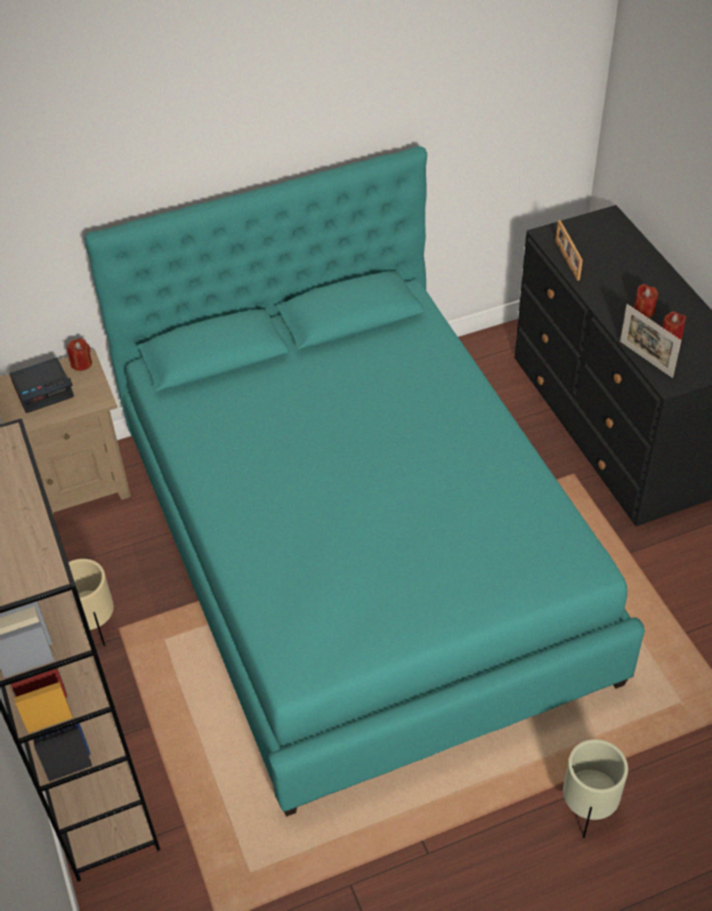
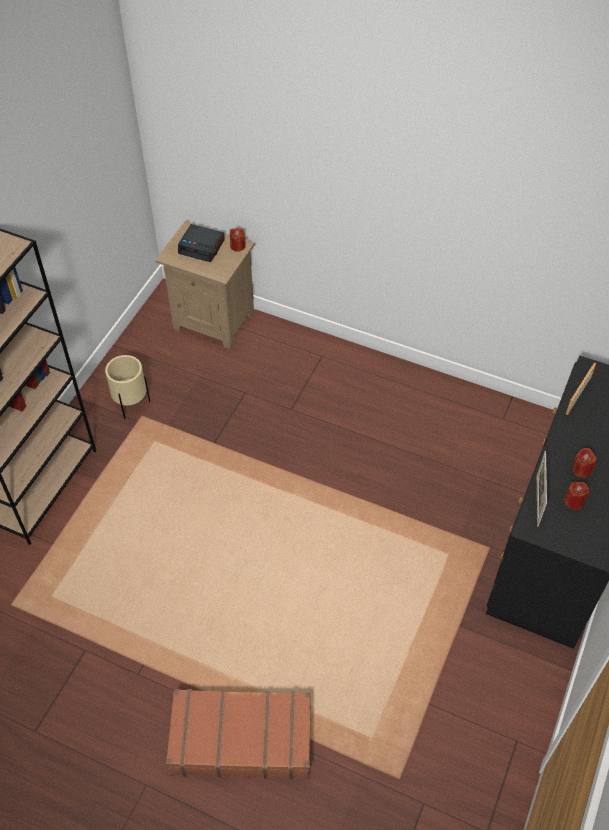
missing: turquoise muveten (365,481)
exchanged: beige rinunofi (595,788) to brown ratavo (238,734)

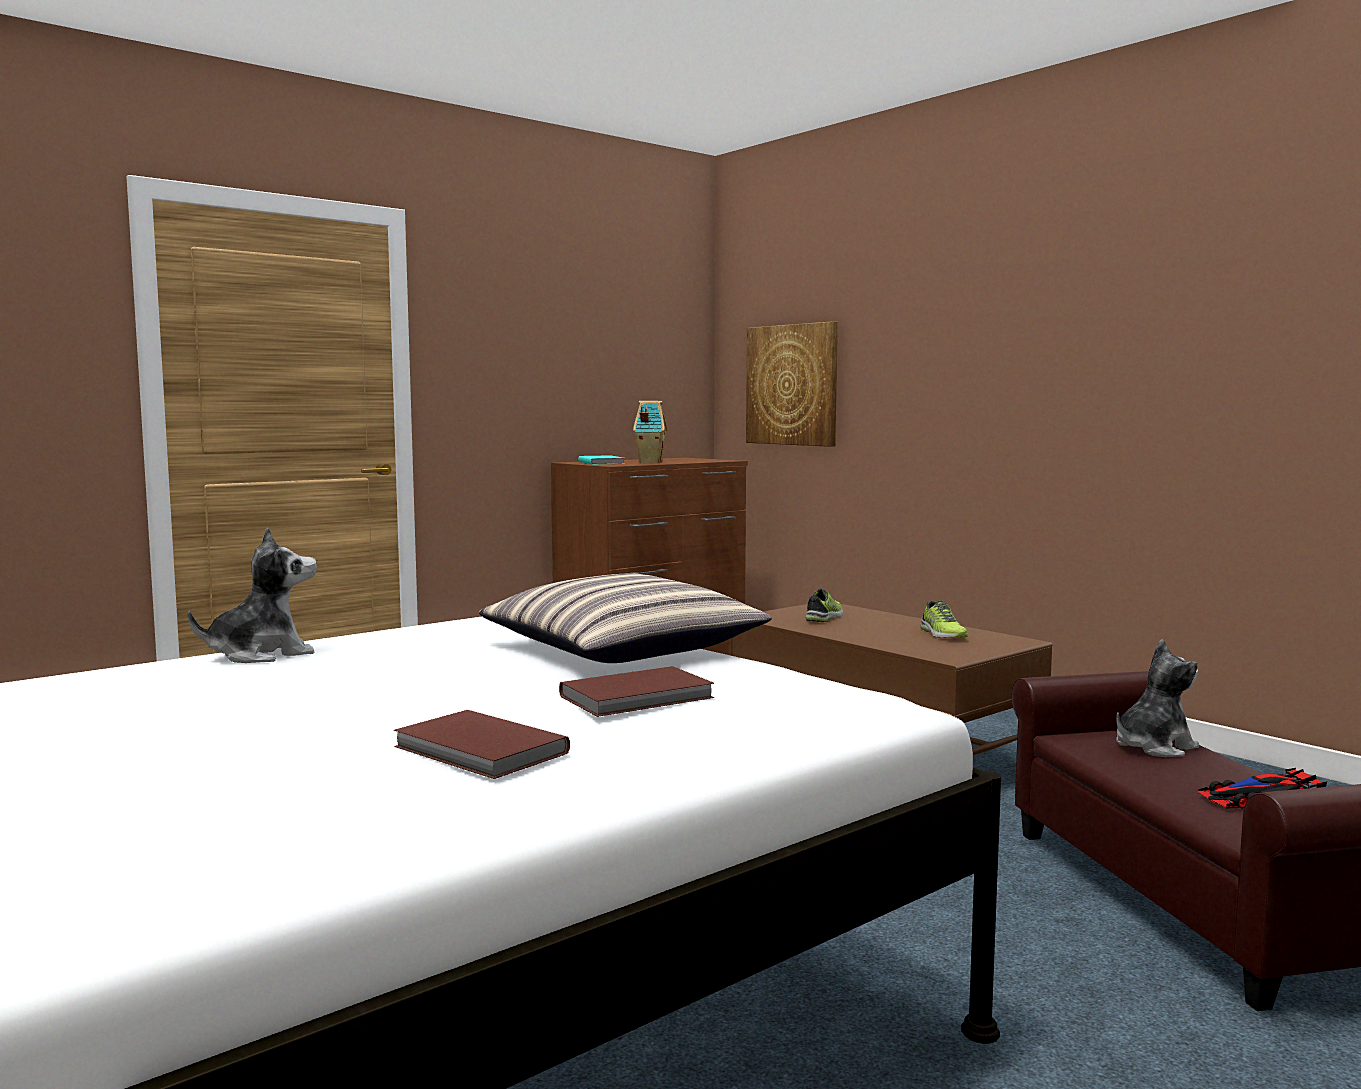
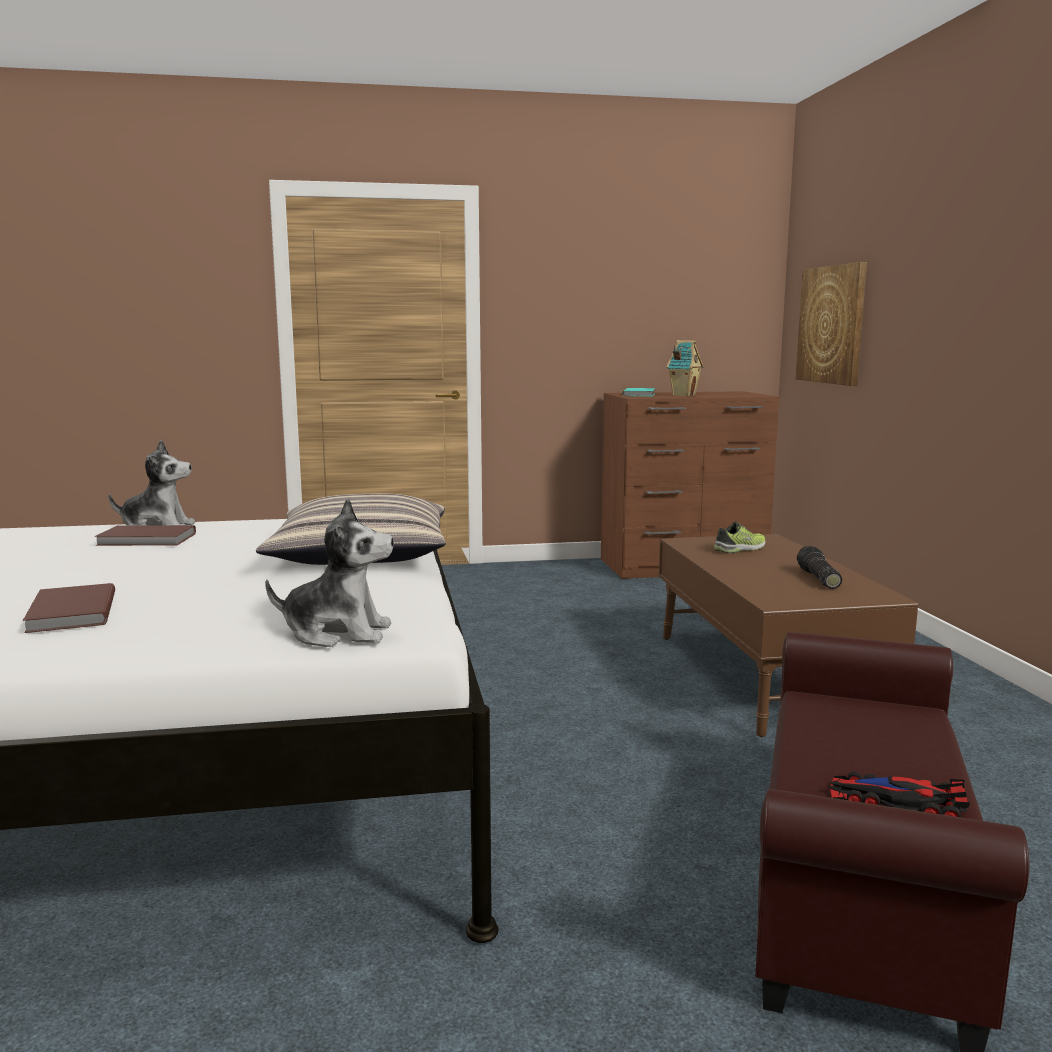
relocated: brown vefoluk (636,691) to (145,535); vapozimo (1157,698) to (329,572)
exchanged: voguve (944,619) to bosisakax (819,567)

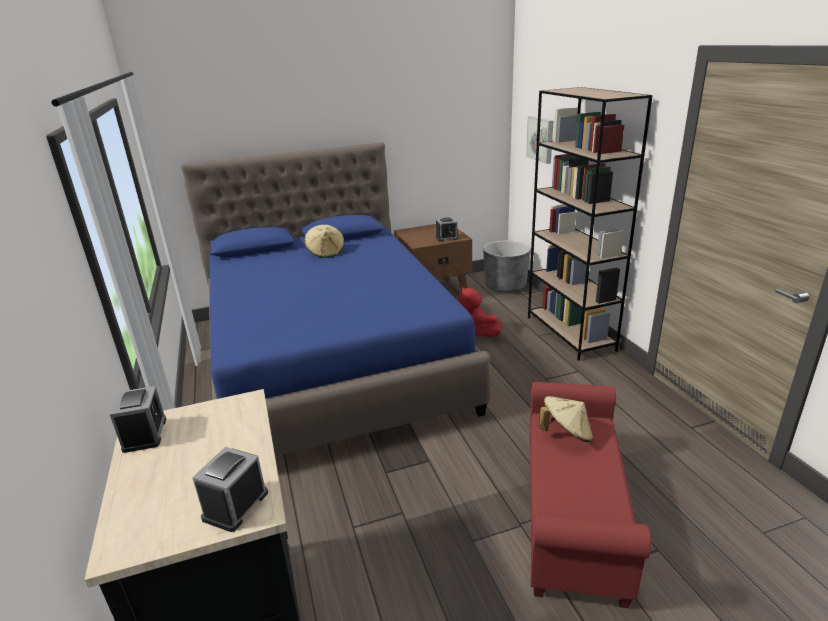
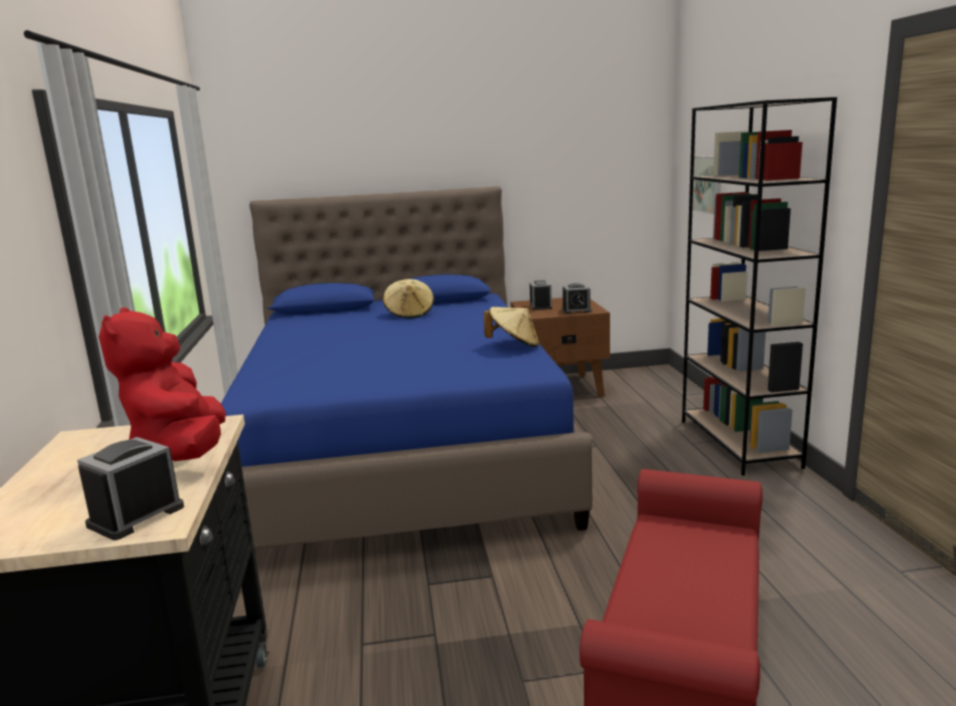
missing: grey rinunofi (506,266)
relocated: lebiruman (138,419) to (541,295); red vapozimo (480,311) to (162,384); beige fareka (566,419) to (511,327)

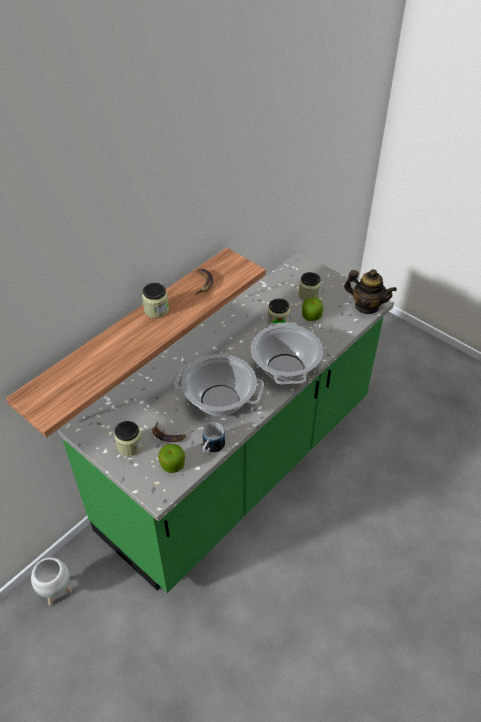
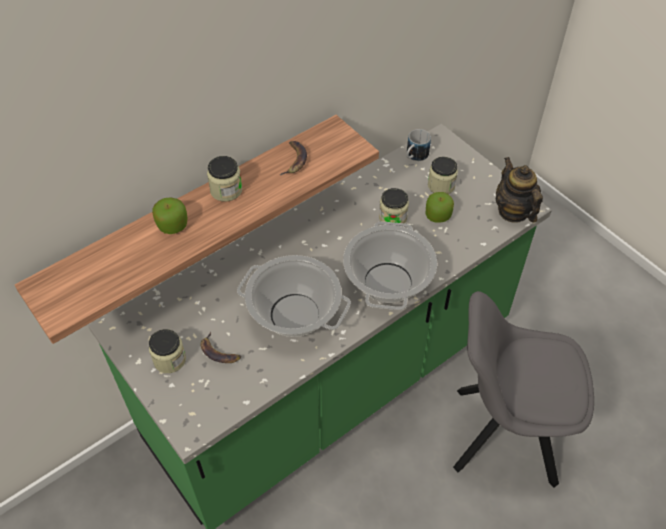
missing: white rinunofi (51,581)
appeared: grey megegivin (523,389)
relocated: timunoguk (171,458) to (169,216); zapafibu (214,437) to (418,145)
spun: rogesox (370,291) = (519,190) 150 degrees counterclockwise

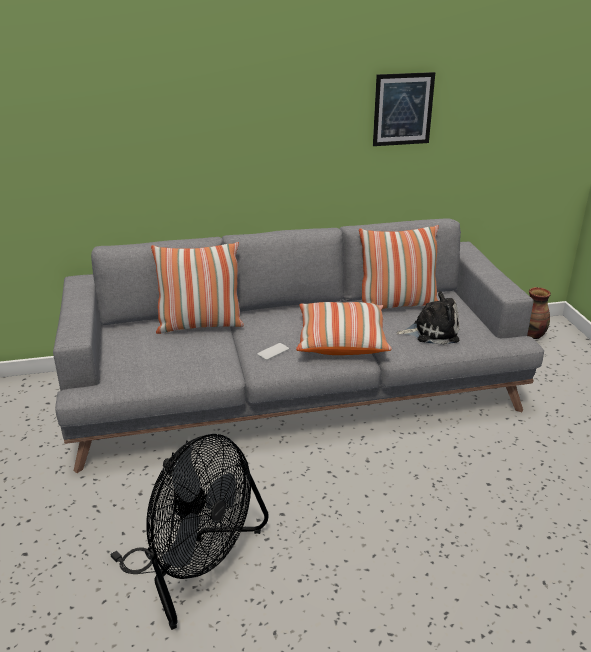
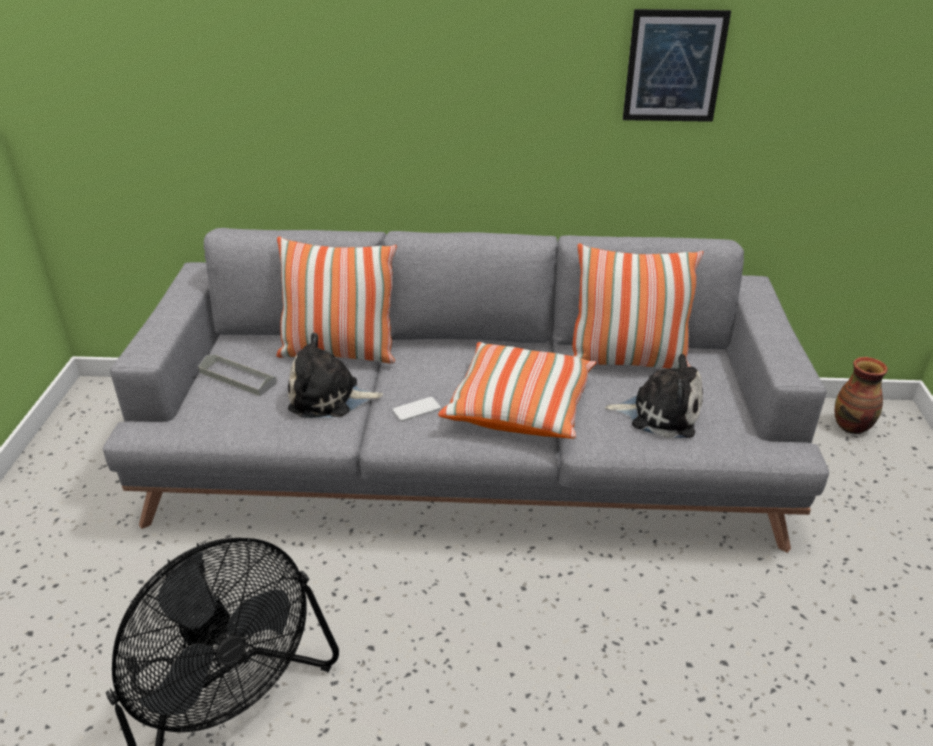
appeared: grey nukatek (237,375); vapozimo (335,375)

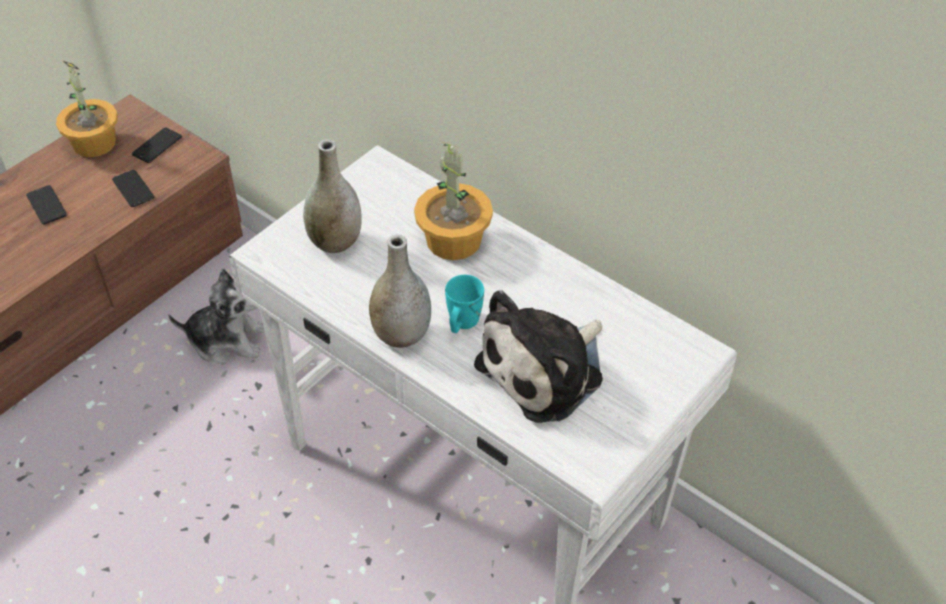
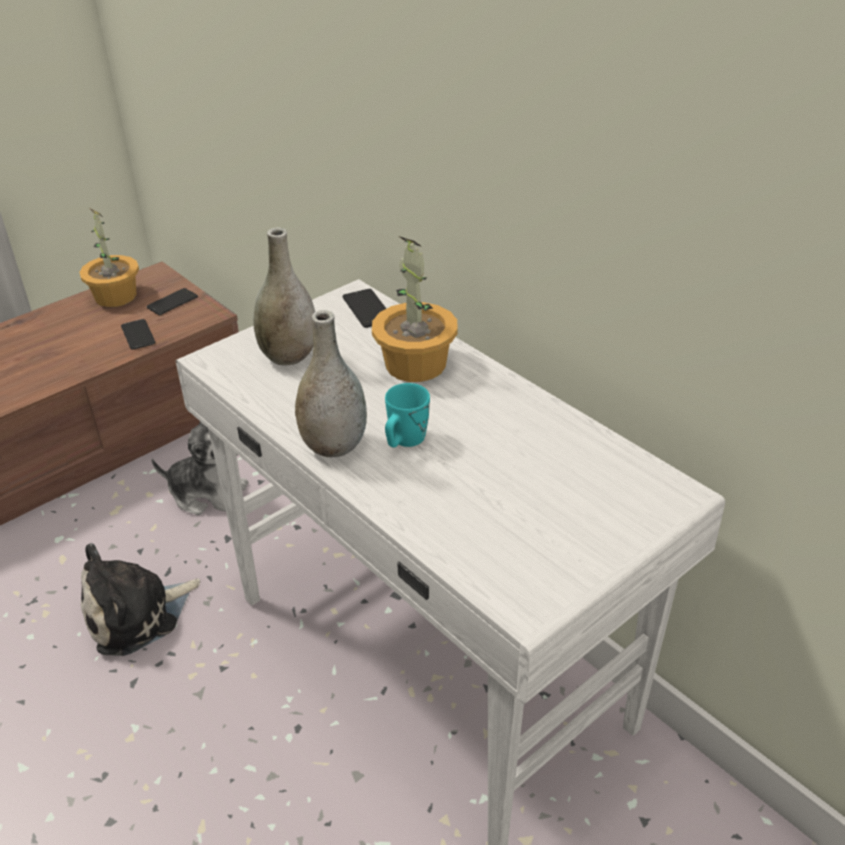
relocated: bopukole (46,205) to (364,308); vapozimo (538,356) to (140,599)

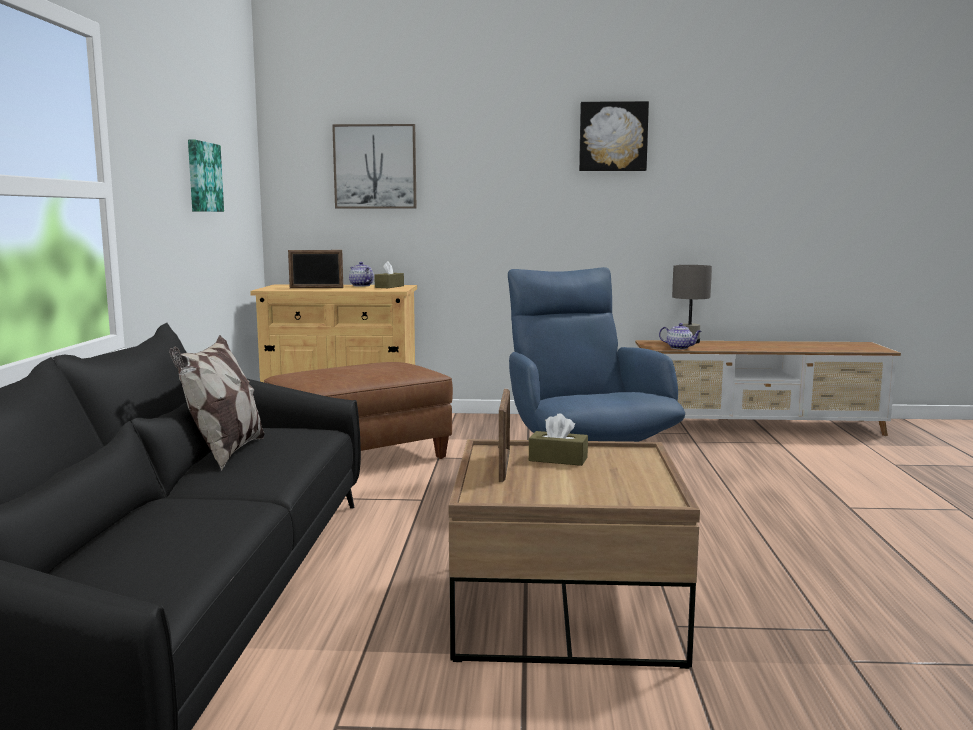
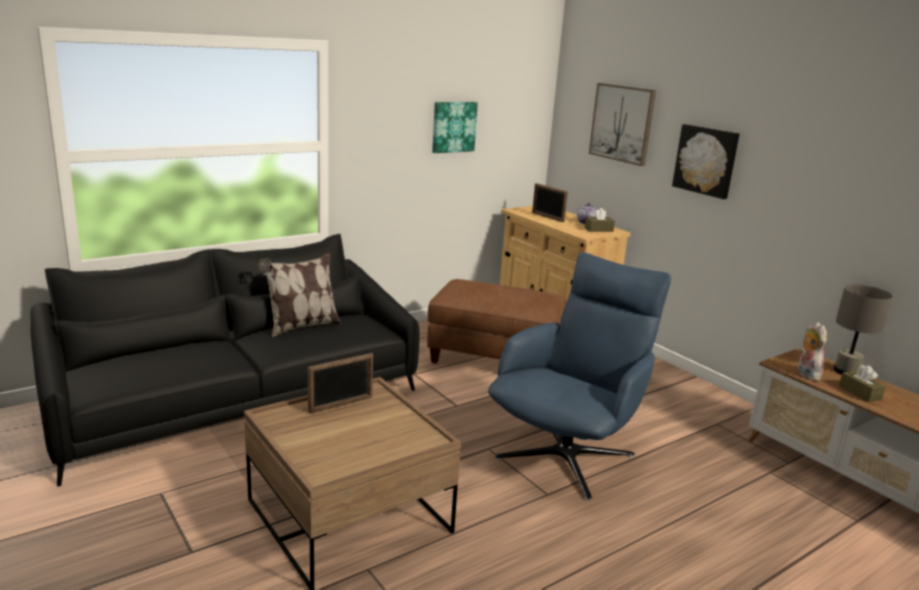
relocated: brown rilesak (558,439) to (862,383); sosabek (614,136) to (706,161)
exchanged: rogesox (680,336) to vapozimo (812,351)

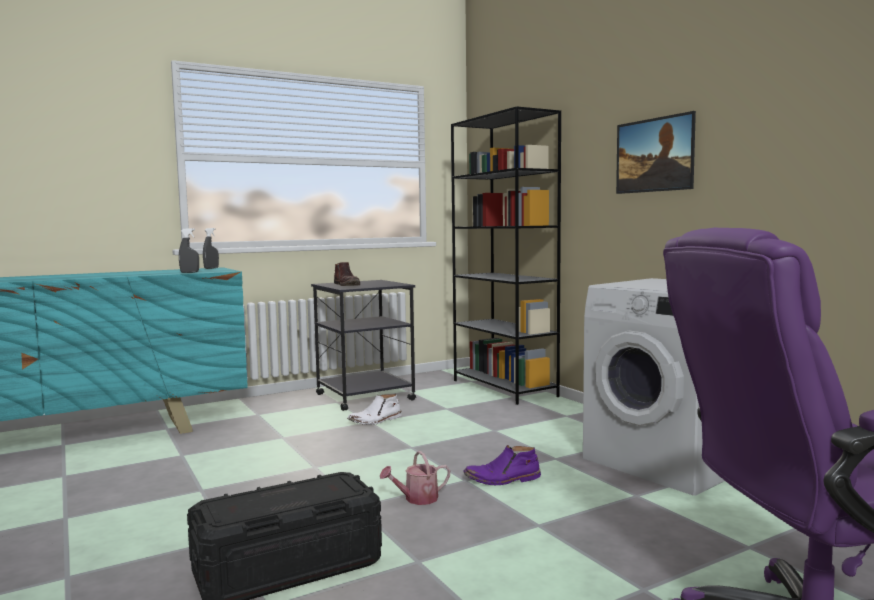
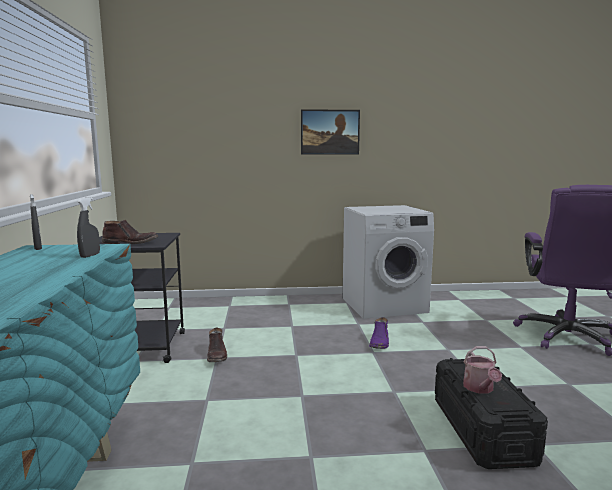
missing: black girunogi (506,255)
relocated: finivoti (415,478) to (482,370)
colour: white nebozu (374,409) to brown nebozu (217,345)

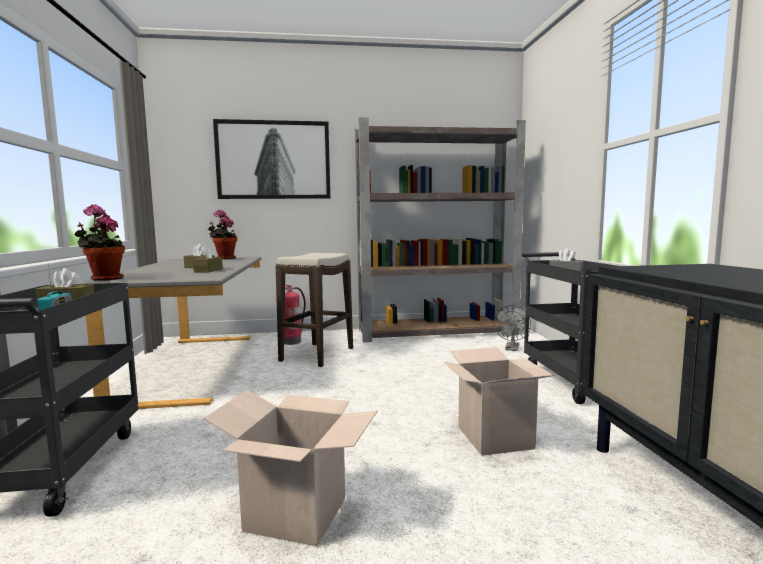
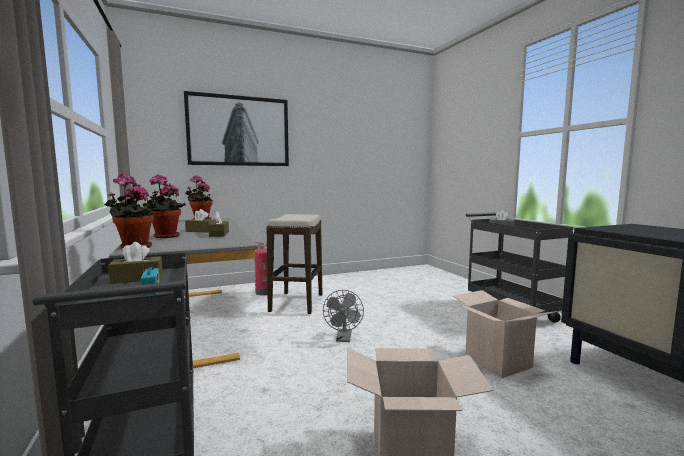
missing: brown girunogi (440,230)
appeared: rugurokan (164,206)
relocated: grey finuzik (512,328) to (343,316)

